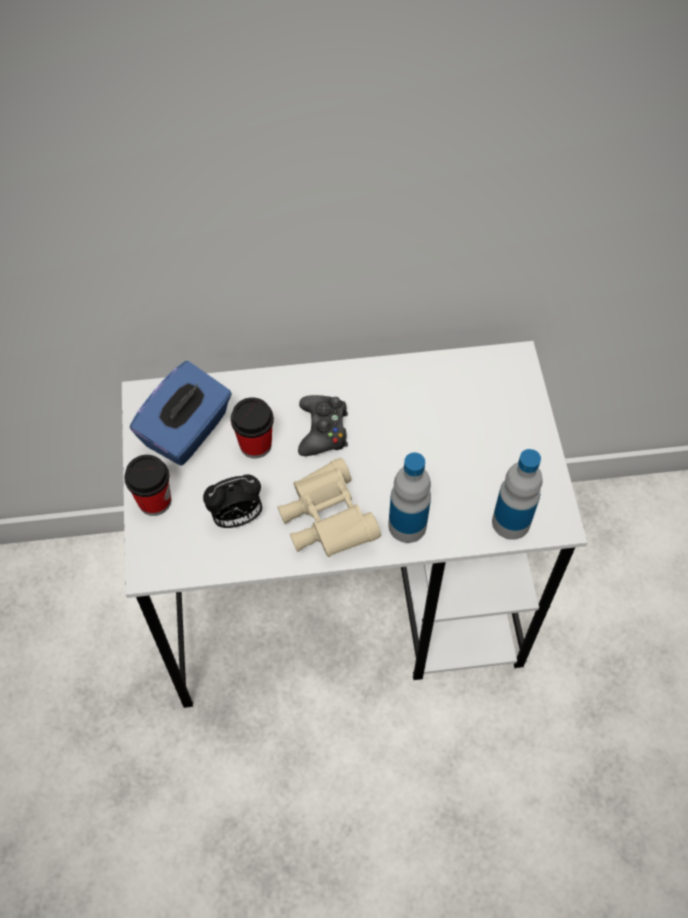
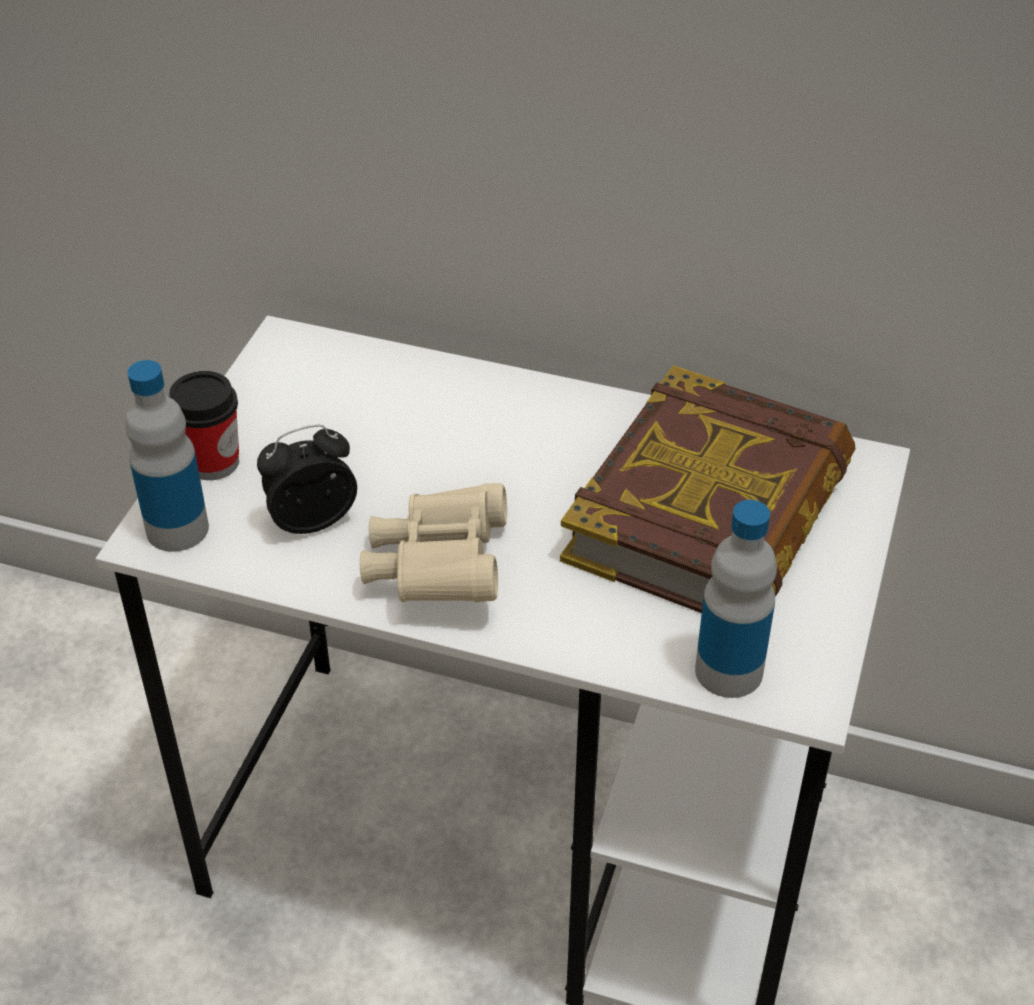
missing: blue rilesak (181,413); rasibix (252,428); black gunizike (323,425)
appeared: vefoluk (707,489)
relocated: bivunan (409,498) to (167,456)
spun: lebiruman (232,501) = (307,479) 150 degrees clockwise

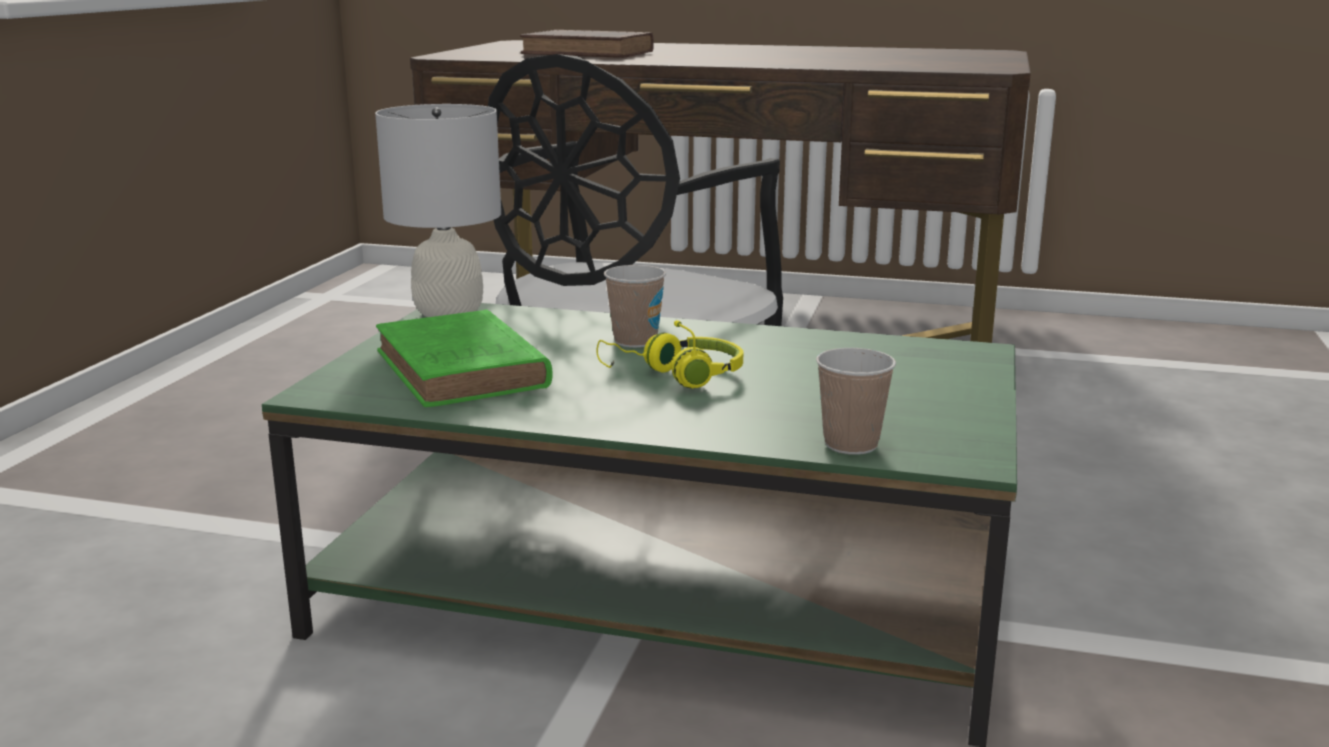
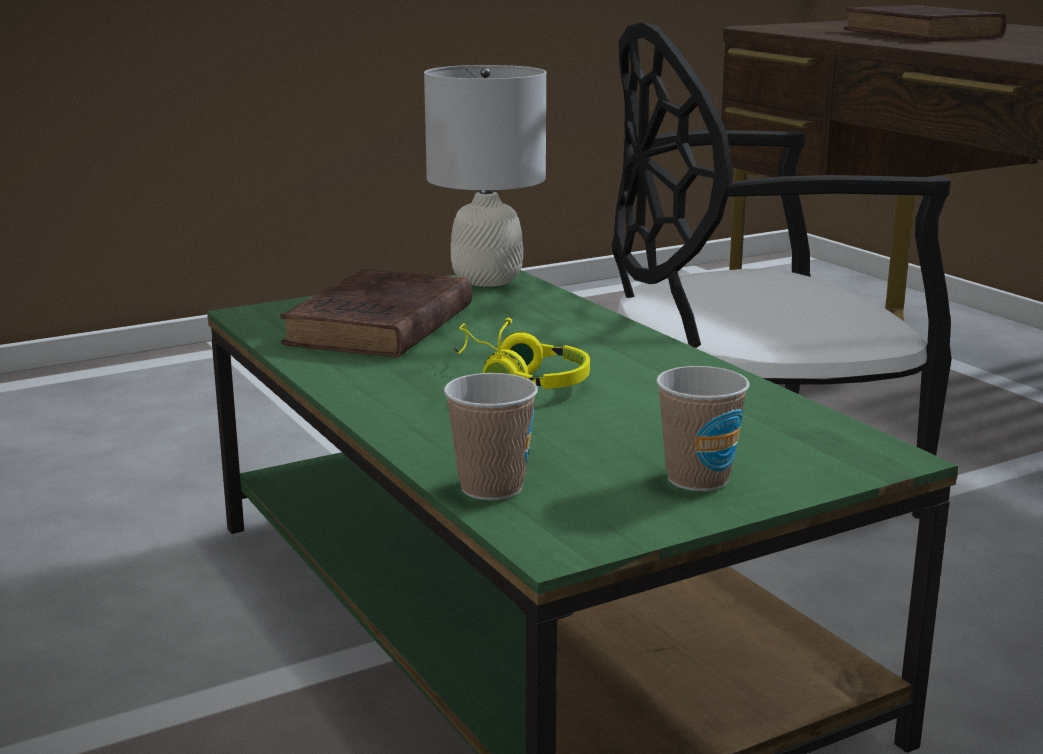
relocated: rasibix (635,306) to (703,428)
colour: green vefoluk (464,358) to brown vefoluk (376,313)

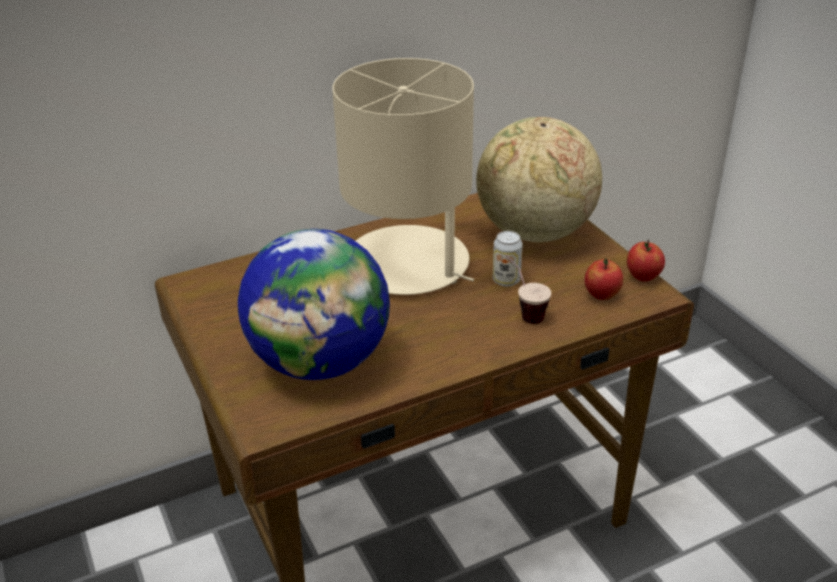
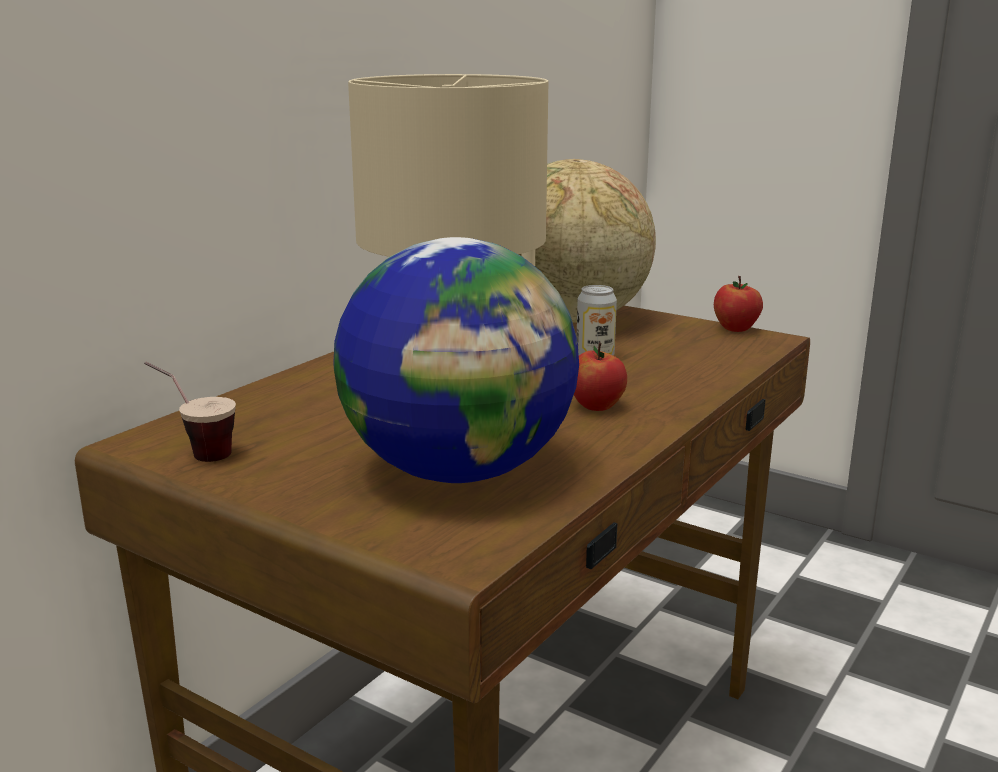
relocated: rasibix (528,289) to (190,411); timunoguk (604,279) to (600,376)

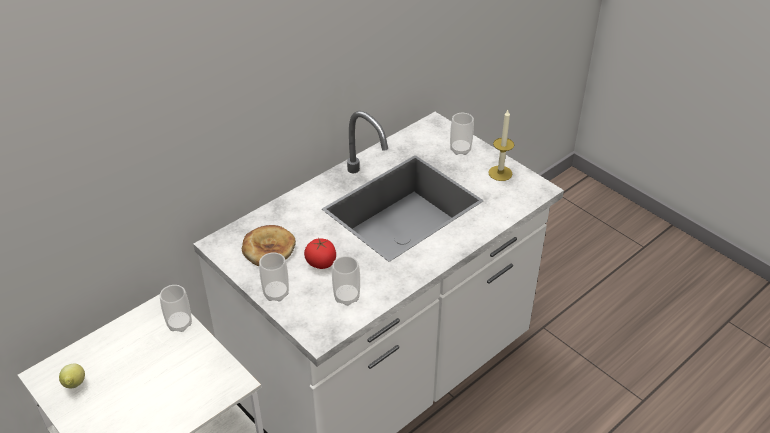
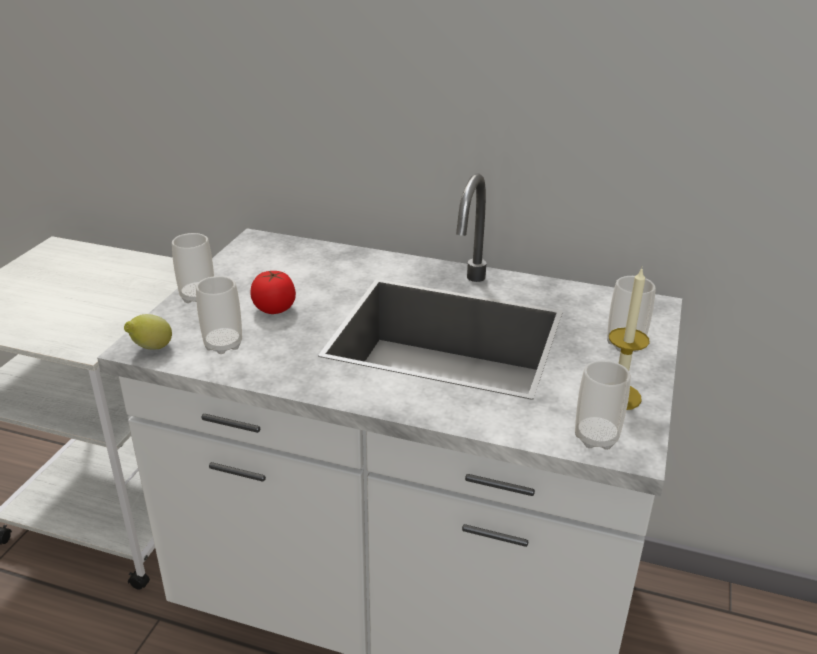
missing: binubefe (269,245)
relocated: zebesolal (72,376) to (148,332); rasibix (176,308) to (603,405)

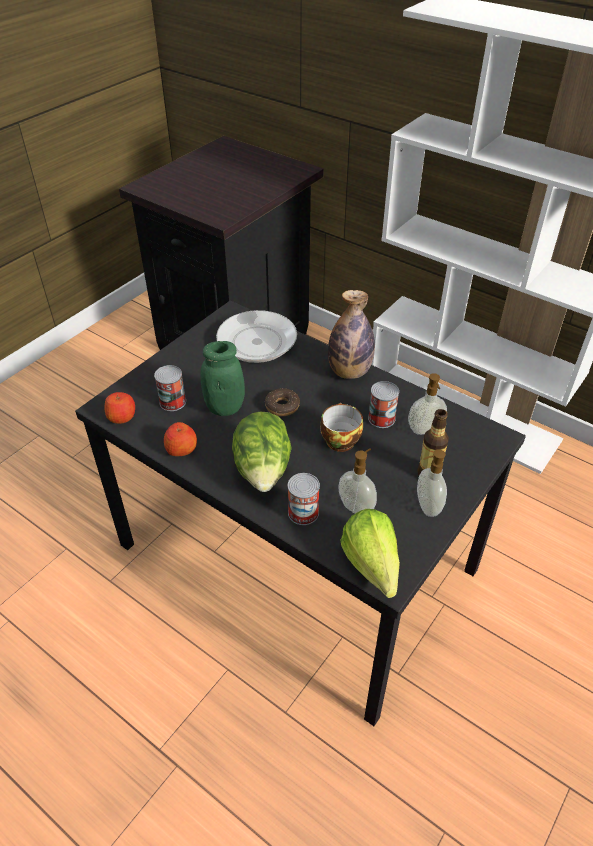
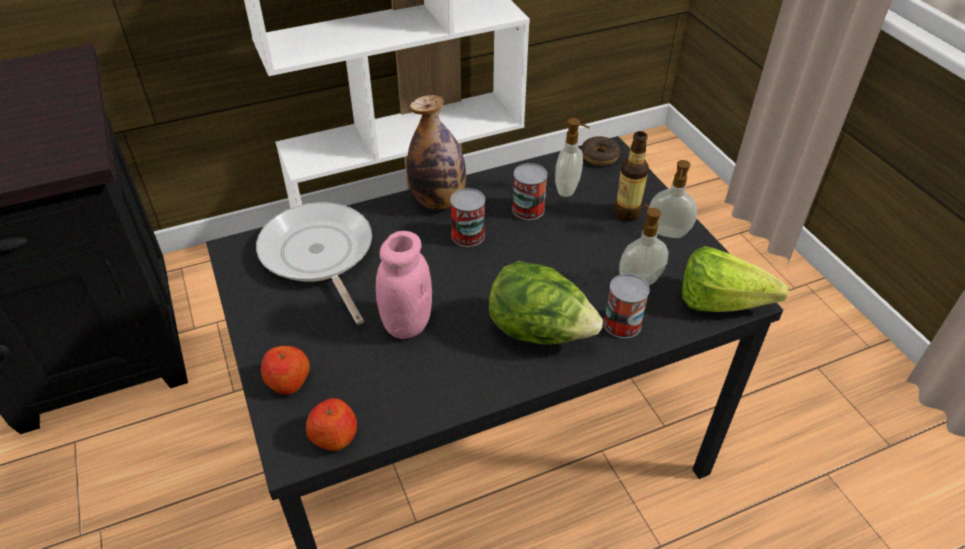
missing: rasibix (341,427)
relocated: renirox (170,388) to (467,217); timunoguk (180,439) to (285,370); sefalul (282,402) to (600,151)
colour: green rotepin (222,378) to pink rotepin (404,285)

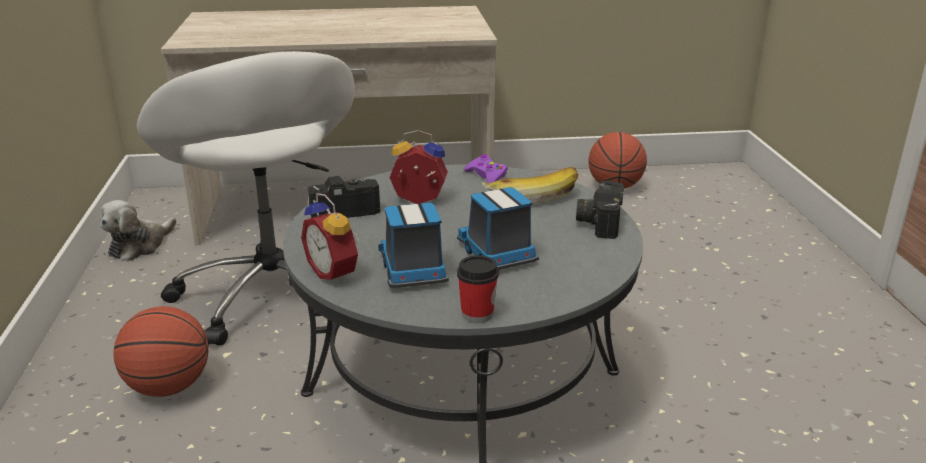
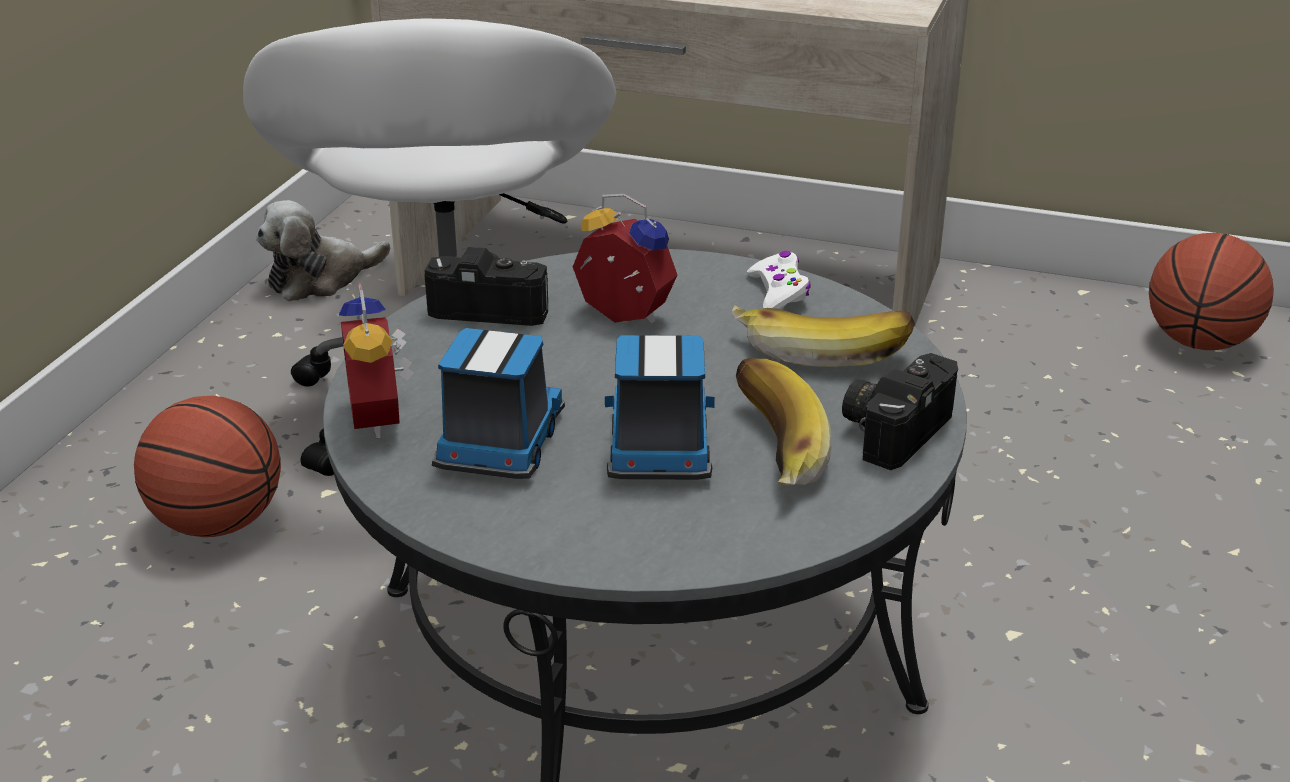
missing: rasibix (478,289)
appeared: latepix (784,422)
colour: purple gunizike (486,168) to white gunizike (779,280)

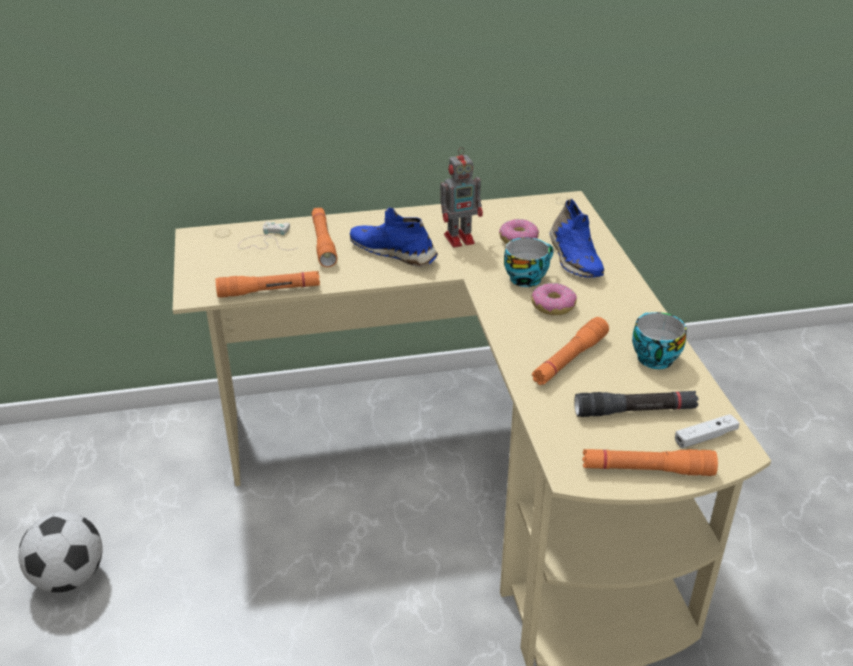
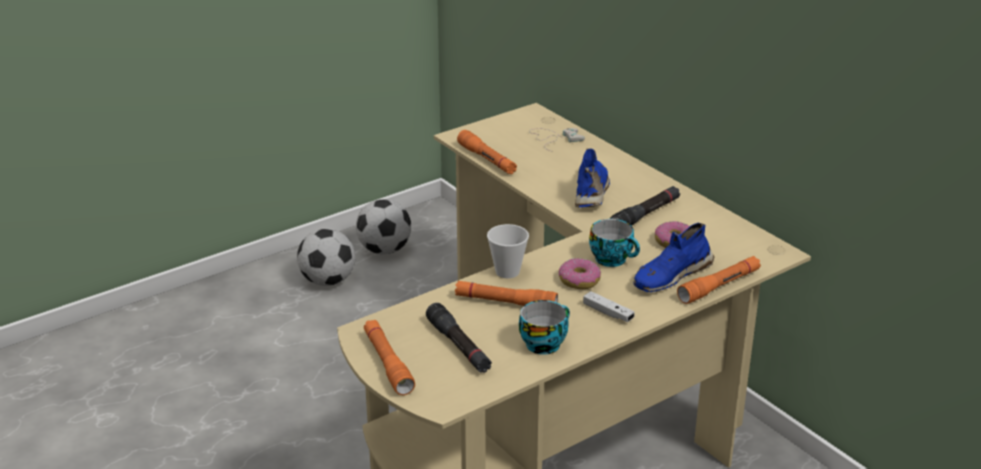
appeared: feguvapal (383,226); rasibix (508,251)
relocated: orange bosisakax (324,237) to (719,280); white gunizike (707,431) to (609,306)
exchanged: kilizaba (461,197) to black bosisakax (645,206)

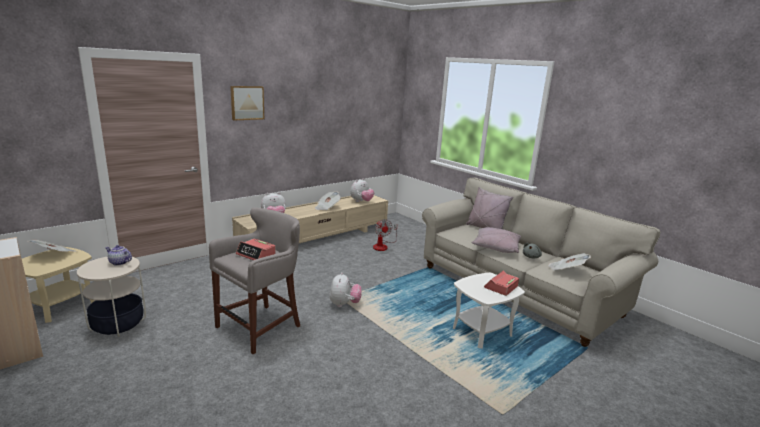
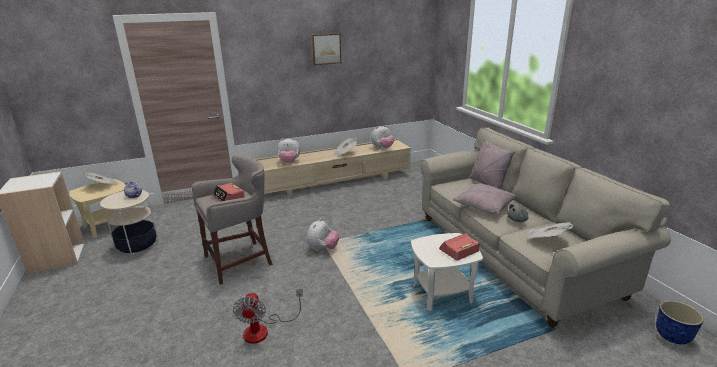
appeared: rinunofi (680,322)
relocated: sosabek (247,103) to (326,49); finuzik (385,235) to (268,316)

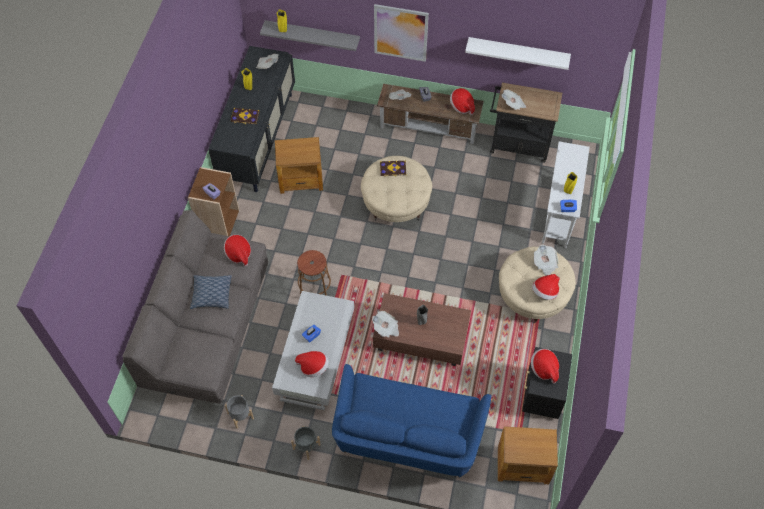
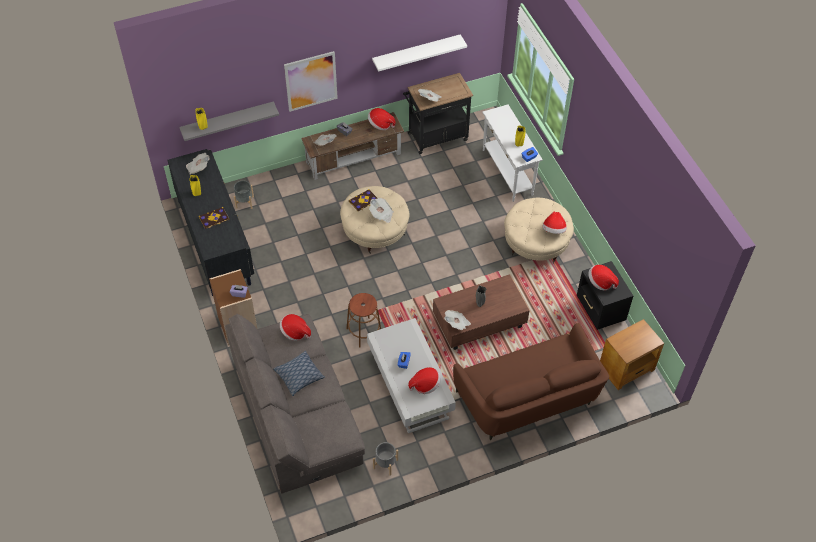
missing: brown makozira (299,165)
relocated: grey rinunofi (306,443) to (244,194); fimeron (546,260) to (381,210)
colour: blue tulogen (411,420) to brown tulogen (531,381)

